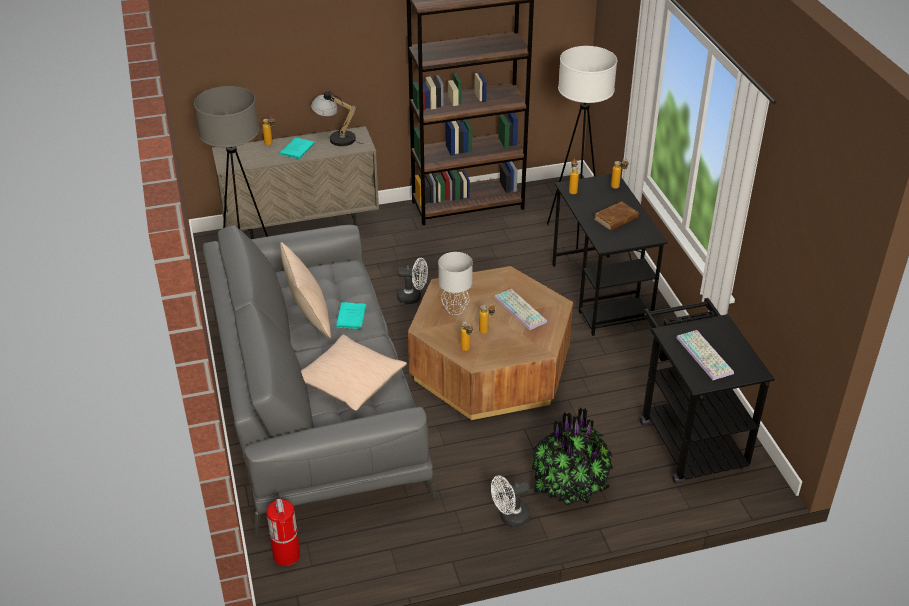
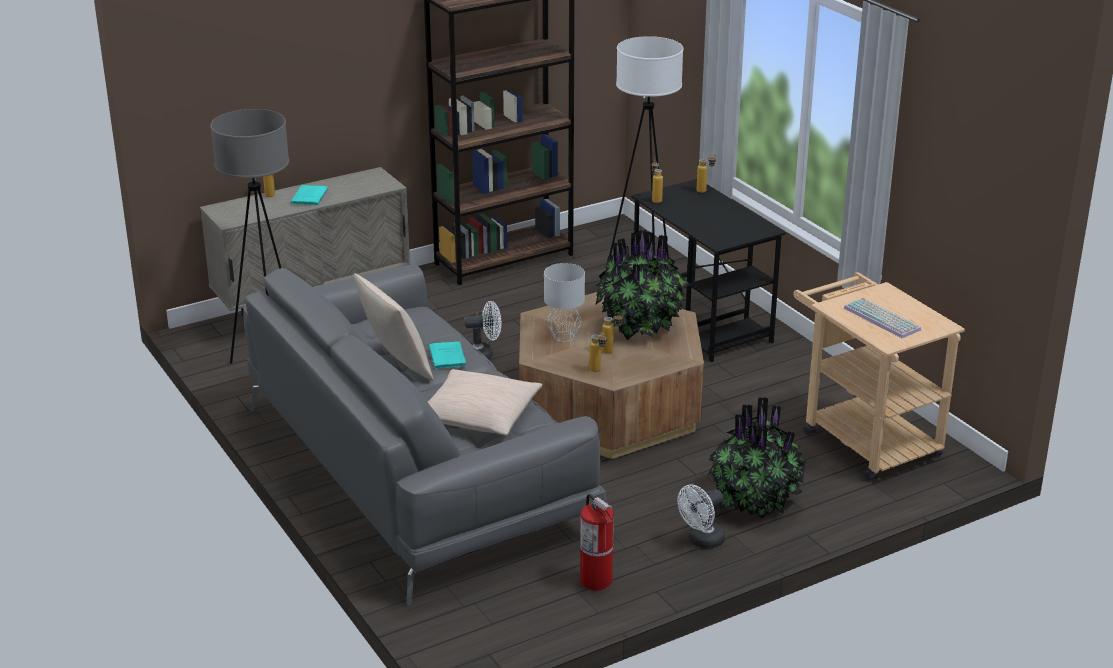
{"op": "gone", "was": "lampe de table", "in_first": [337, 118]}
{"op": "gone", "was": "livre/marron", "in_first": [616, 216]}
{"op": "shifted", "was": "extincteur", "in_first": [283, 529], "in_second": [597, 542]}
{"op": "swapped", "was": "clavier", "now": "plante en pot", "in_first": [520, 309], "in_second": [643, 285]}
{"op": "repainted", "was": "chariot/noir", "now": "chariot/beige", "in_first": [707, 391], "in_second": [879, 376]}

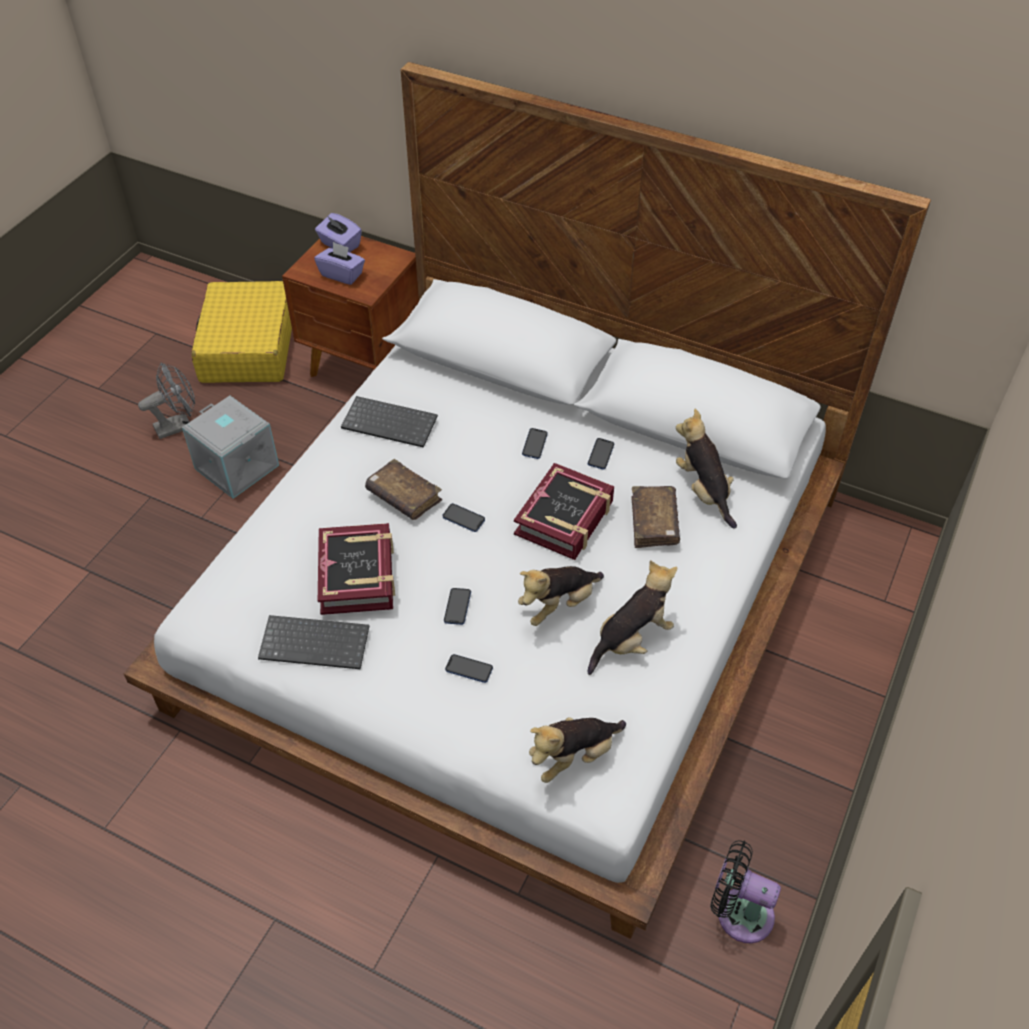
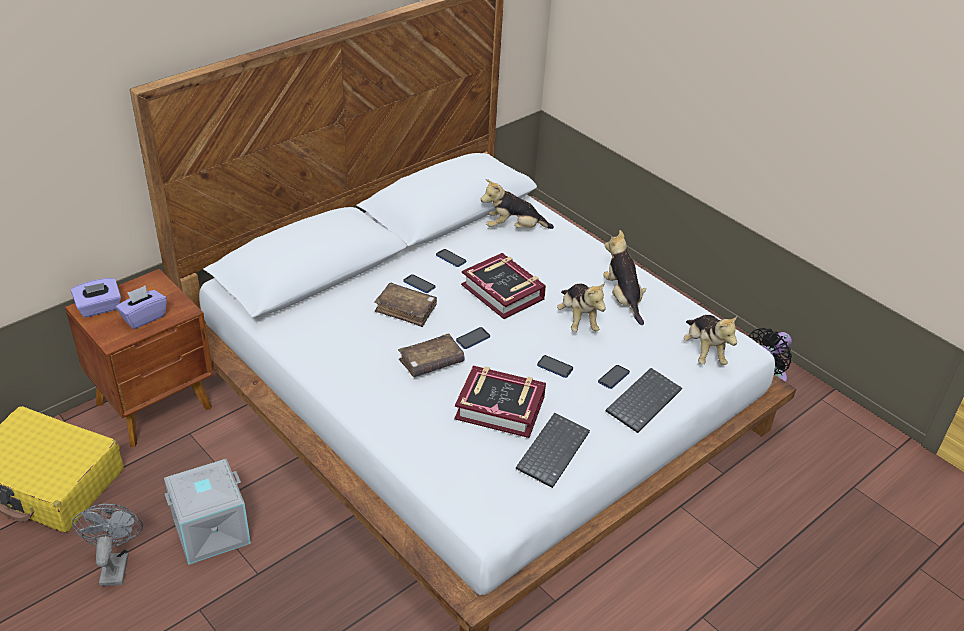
{"op": "shifted", "was": "clavier", "in_first": [389, 422], "in_second": [644, 400]}
{"op": "shifted", "was": "livre/marron", "in_first": [655, 517], "in_second": [405, 305]}

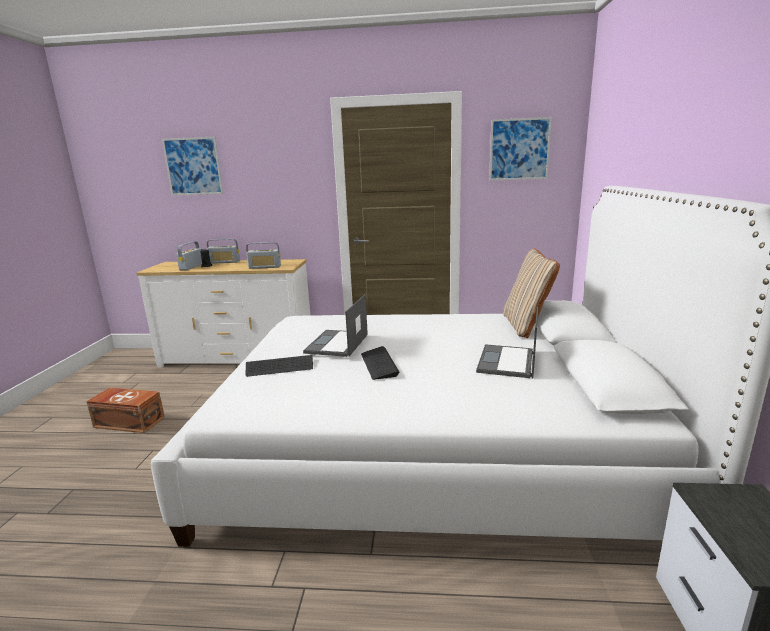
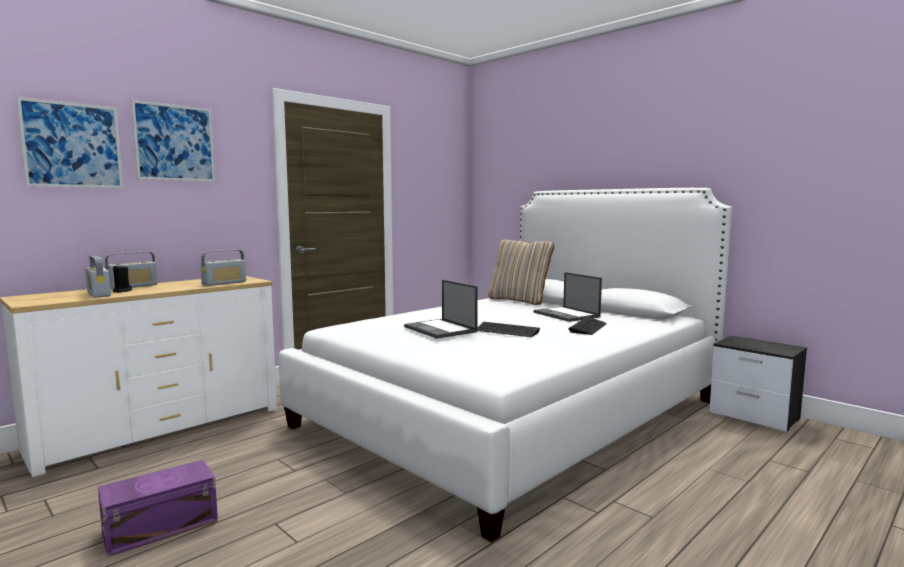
{"op": "shifted", "was": "clavier", "in_first": [279, 366], "in_second": [587, 326]}
{"op": "shifted", "was": "tableau", "in_first": [520, 149], "in_second": [173, 141]}
{"op": "repainted", "was": "boîte de rangement/marron", "now": "boîte de rangement/violet", "in_first": [125, 410], "in_second": [158, 508]}

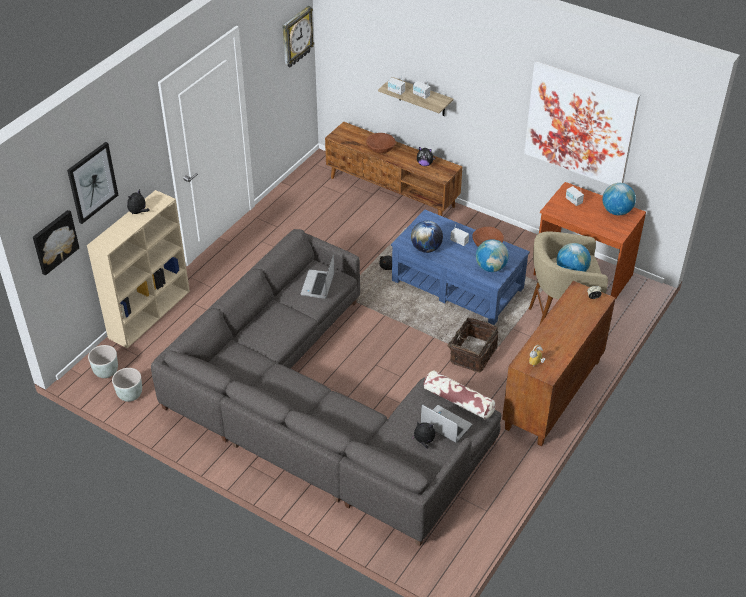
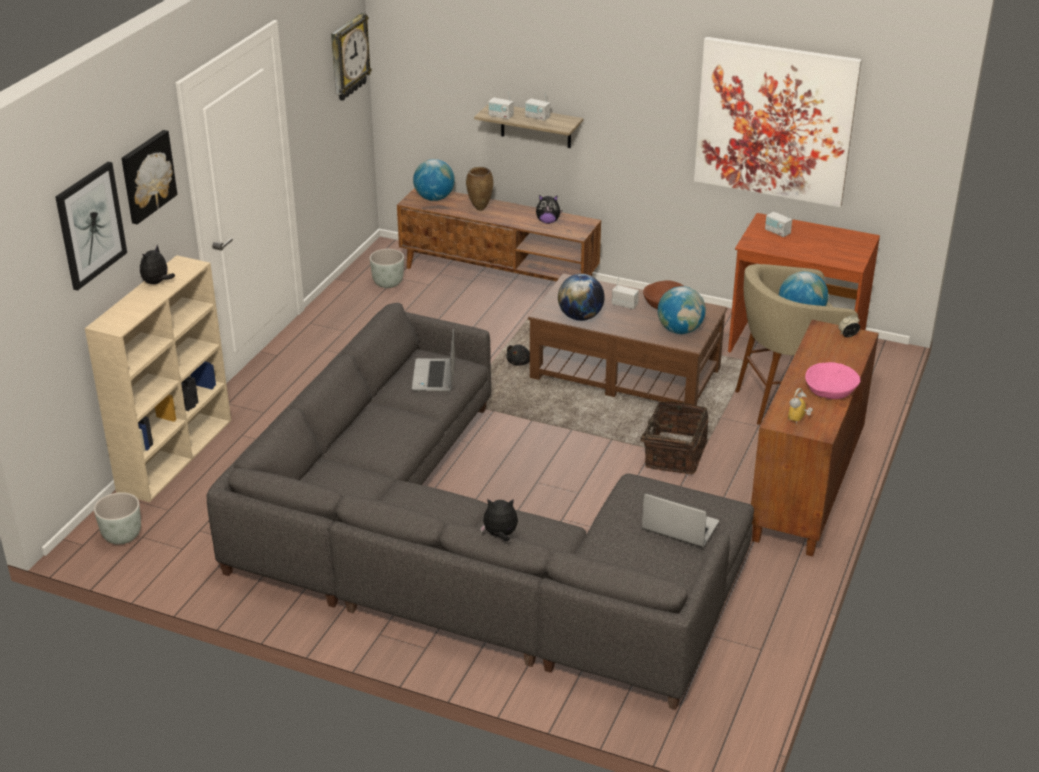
{"op": "gone", "was": "coussin", "in_first": [460, 394]}
{"op": "new", "now": "bol/rose", "in_second": [832, 380]}
{"op": "shifted", "was": "tableau", "in_first": [56, 242], "in_second": [149, 177]}
{"op": "shifted", "was": "cache-pot/gris", "in_first": [127, 385], "in_second": [387, 268]}
{"op": "shifted", "was": "peluche", "in_first": [423, 435], "in_second": [499, 520]}
{"op": "shifted", "was": "globe", "in_first": [619, 199], "in_second": [434, 180]}
{"op": "swapped", "was": "bol/marron", "now": "vase/marron", "in_first": [381, 143], "in_second": [479, 189]}
{"op": "repainted", "was": "table basse/bleu", "now": "table basse/marron", "in_first": [460, 267], "in_second": [628, 339]}

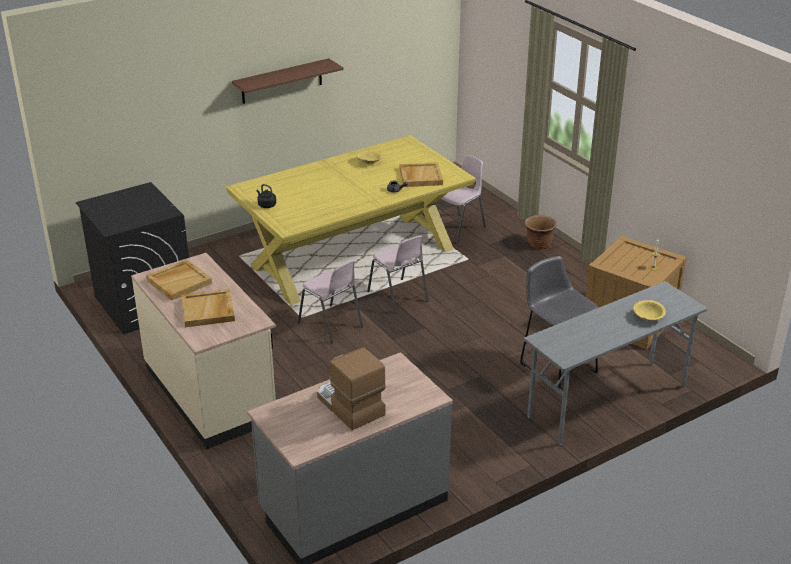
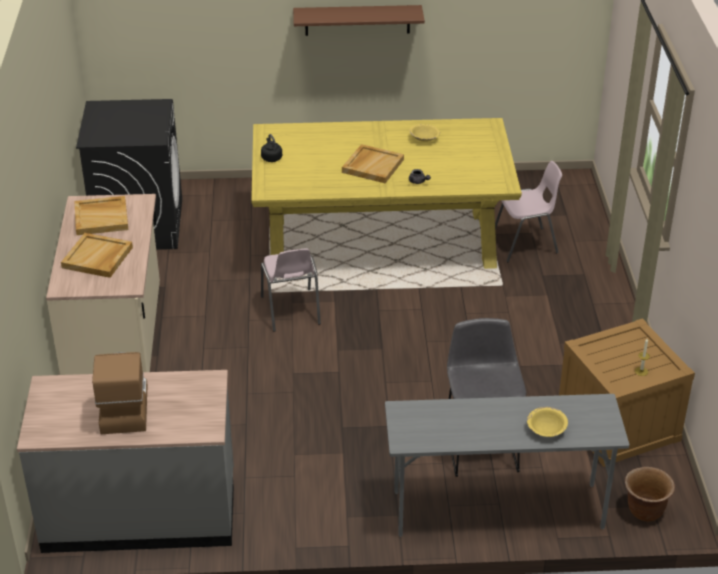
{"op": "gone", "was": "chaise/rose", "in_first": [397, 274]}
{"op": "shifted", "was": "plateau/beige", "in_first": [421, 174], "in_second": [373, 163]}
{"op": "shifted", "was": "cache-pot/marron", "in_first": [541, 232], "in_second": [650, 494]}

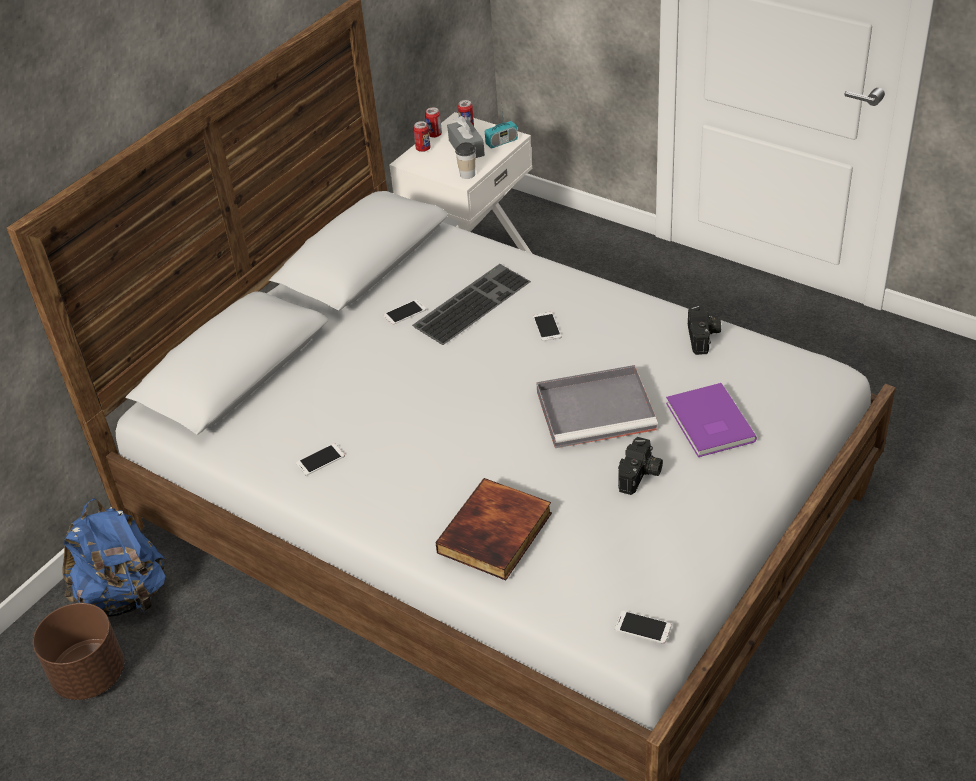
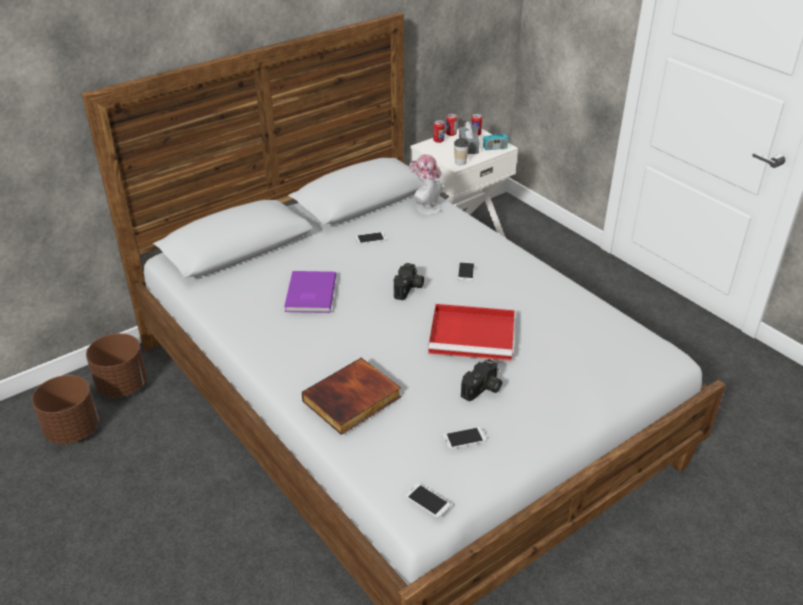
{"op": "gone", "was": "clavier", "in_first": [471, 304]}
{"op": "new", "now": "chapeau", "in_second": [426, 184]}
{"op": "shifted", "was": "téléphone", "in_first": [320, 460], "in_second": [465, 438]}
{"op": "shifted", "was": "livre/violet", "in_first": [711, 420], "in_second": [310, 292]}
{"op": "shifted", "was": "appareil photo", "in_first": [704, 330], "in_second": [408, 281]}
{"op": "swapped", "was": "sac à dos/bleu", "now": "cache-pot/marron", "in_first": [114, 557], "in_second": [116, 365]}
{"op": "repainted", "was": "plateau/gris", "now": "plateau/rouge", "in_first": [597, 406], "in_second": [471, 332]}

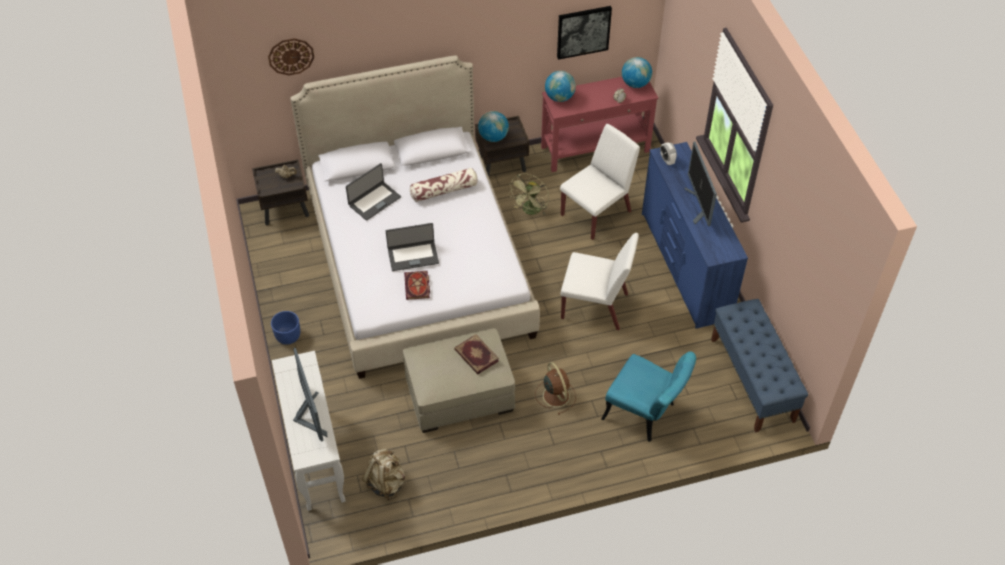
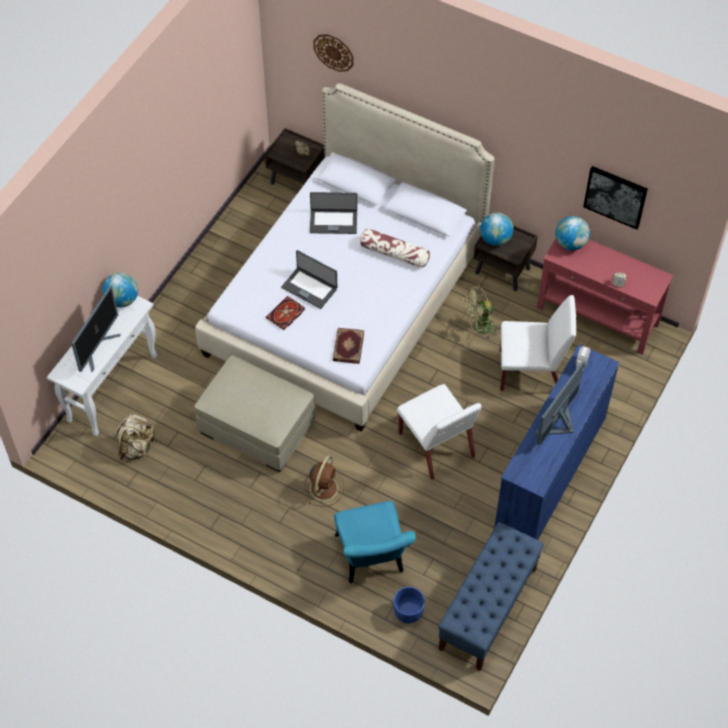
{"op": "shifted", "was": "cache-pot/bleu", "in_first": [285, 328], "in_second": [409, 605]}
{"op": "shifted", "was": "livre", "in_first": [476, 354], "in_second": [348, 346]}
{"op": "shifted", "was": "globe", "in_first": [637, 72], "in_second": [120, 289]}

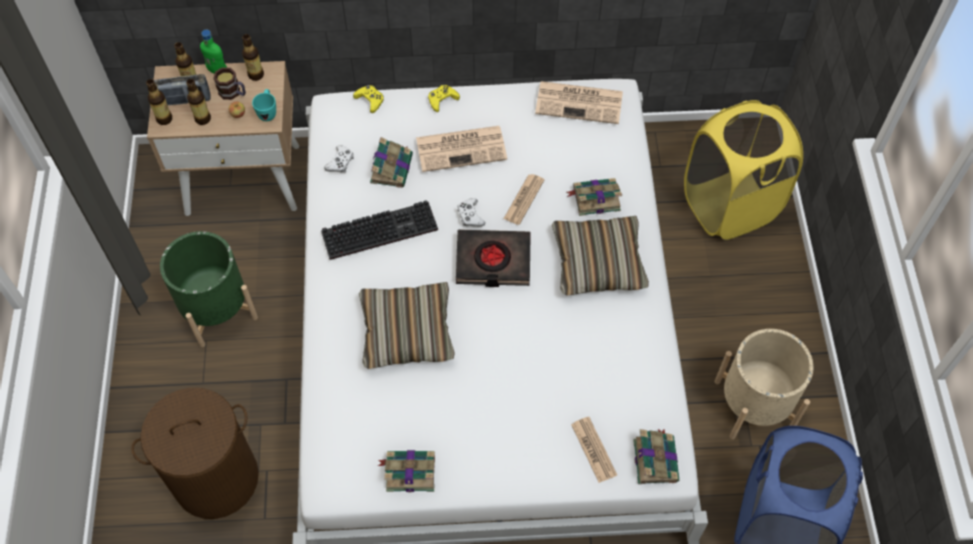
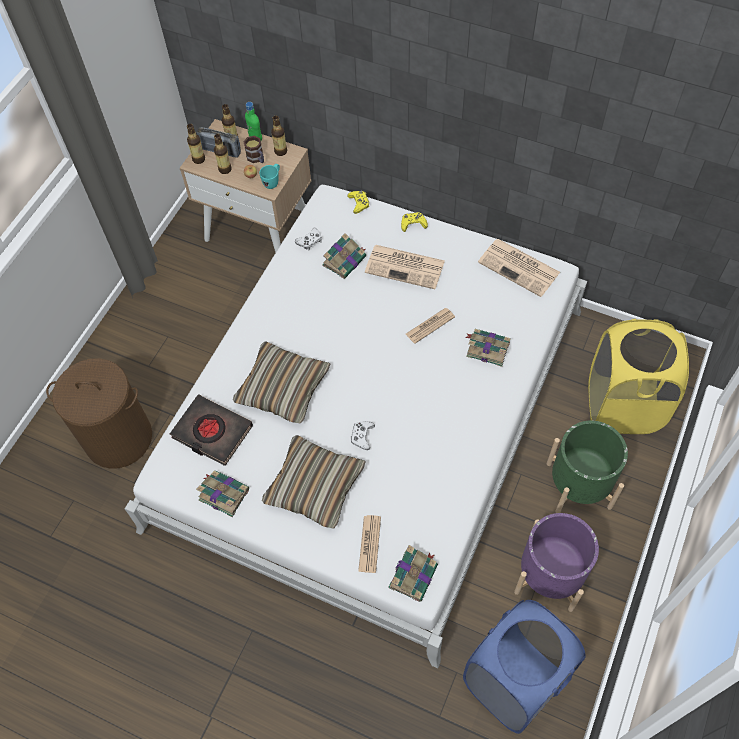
{"op": "gone", "was": "clavier", "in_first": [379, 230]}
{"op": "shifted", "was": "cache-pot/vert", "in_first": [209, 289], "in_second": [587, 466]}
{"op": "shifted", "was": "livre/noir", "in_first": [493, 258], "in_second": [211, 430]}
{"op": "shifted", "was": "manette/blanc", "in_first": [471, 212], "in_second": [362, 435]}
{"op": "shifted", "was": "coussin", "in_first": [600, 256], "in_second": [314, 482]}
{"op": "repainted", "was": "cache-pot/beige", "now": "cache-pot/violet", "in_first": [764, 384], "in_second": [556, 562]}

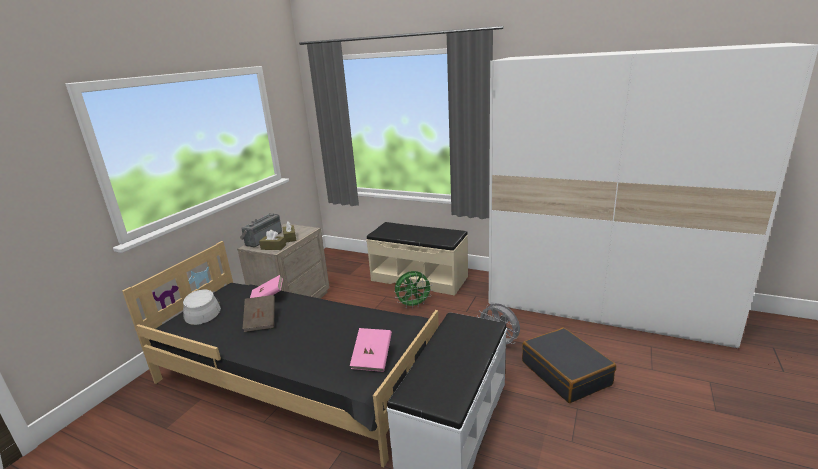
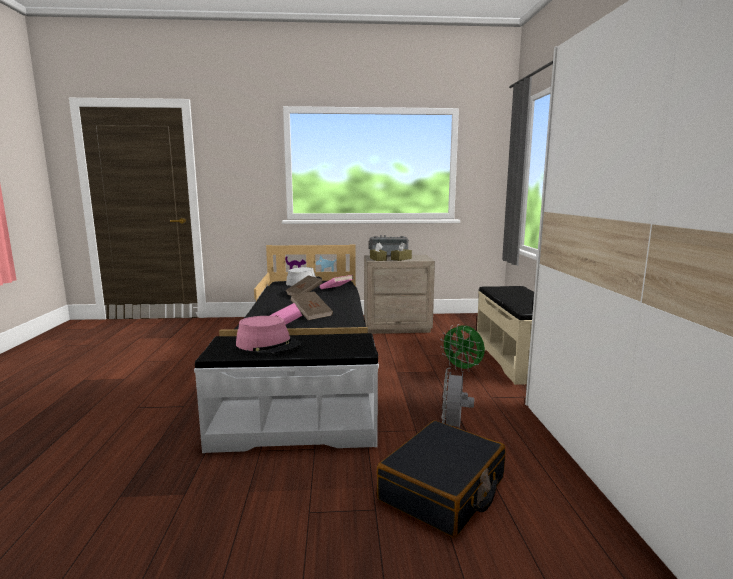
{"op": "new", "now": "chapeau/rose", "in_second": [269, 335]}
{"op": "new", "now": "livre/marron", "in_second": [311, 305]}

